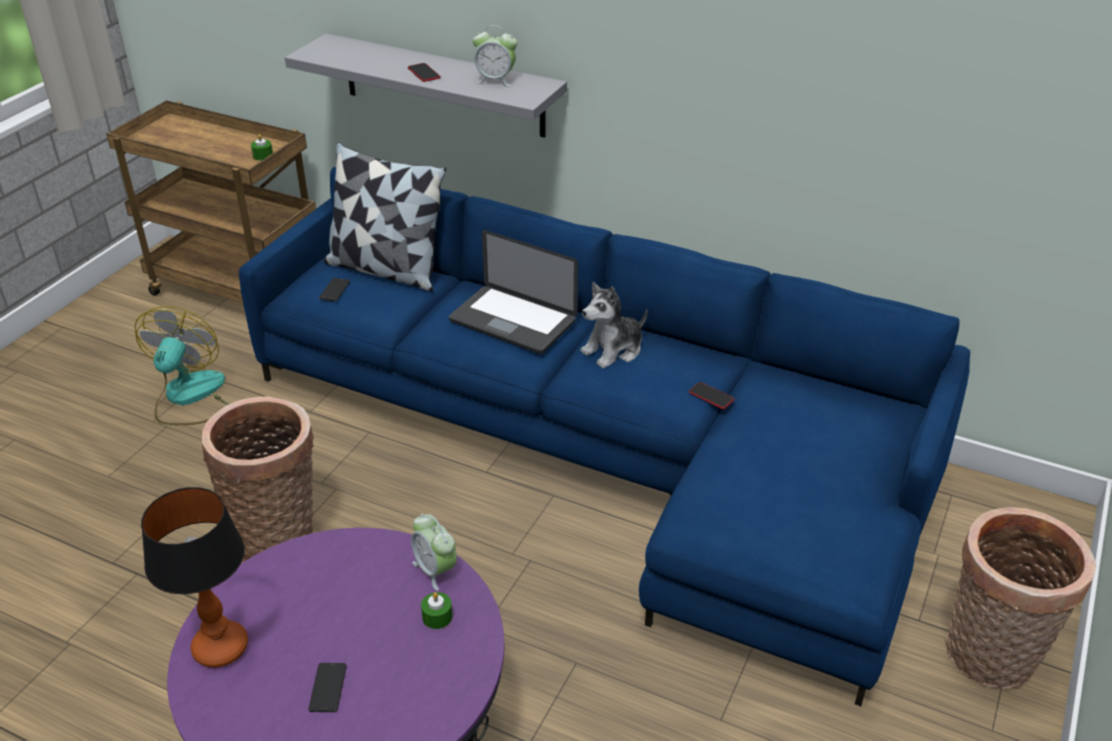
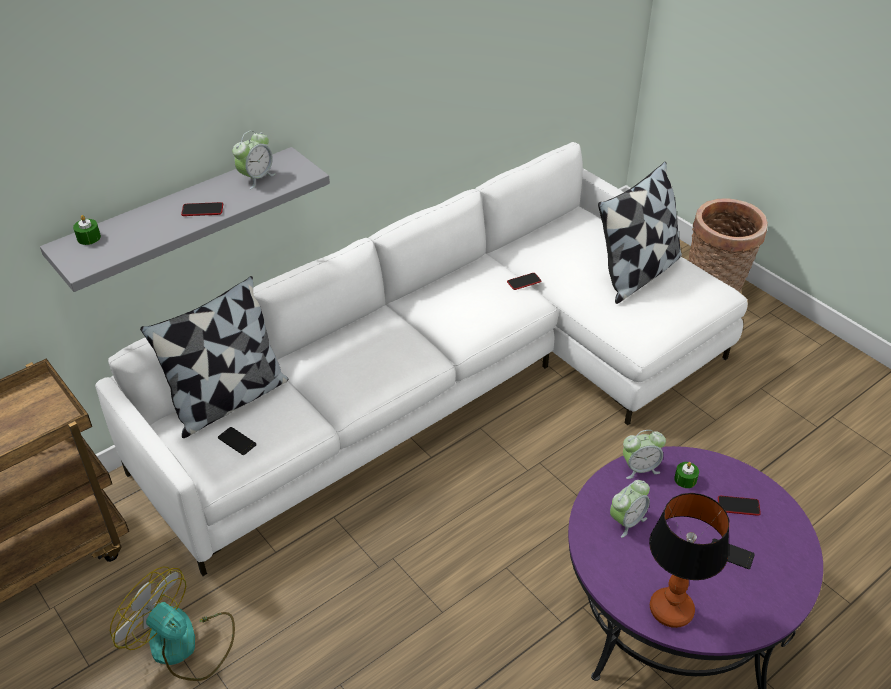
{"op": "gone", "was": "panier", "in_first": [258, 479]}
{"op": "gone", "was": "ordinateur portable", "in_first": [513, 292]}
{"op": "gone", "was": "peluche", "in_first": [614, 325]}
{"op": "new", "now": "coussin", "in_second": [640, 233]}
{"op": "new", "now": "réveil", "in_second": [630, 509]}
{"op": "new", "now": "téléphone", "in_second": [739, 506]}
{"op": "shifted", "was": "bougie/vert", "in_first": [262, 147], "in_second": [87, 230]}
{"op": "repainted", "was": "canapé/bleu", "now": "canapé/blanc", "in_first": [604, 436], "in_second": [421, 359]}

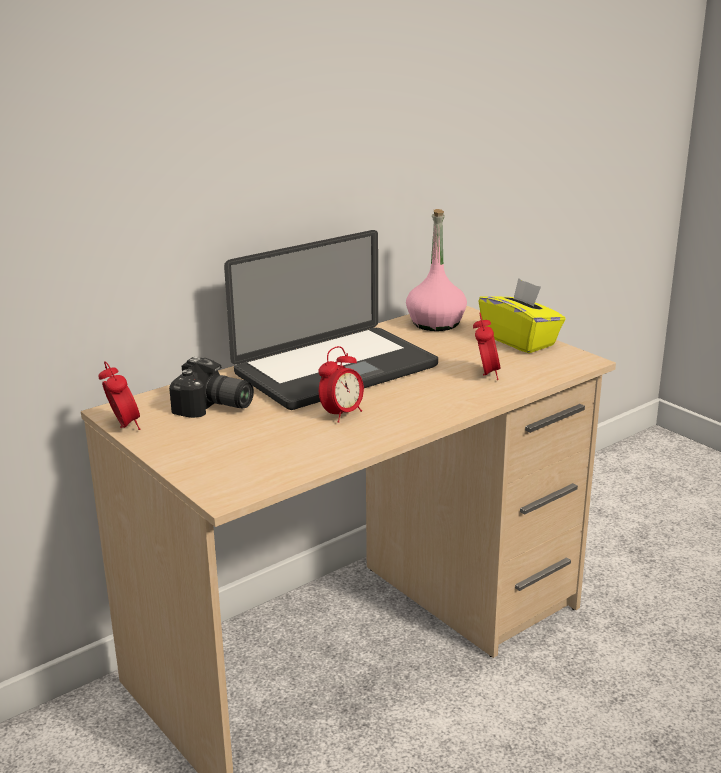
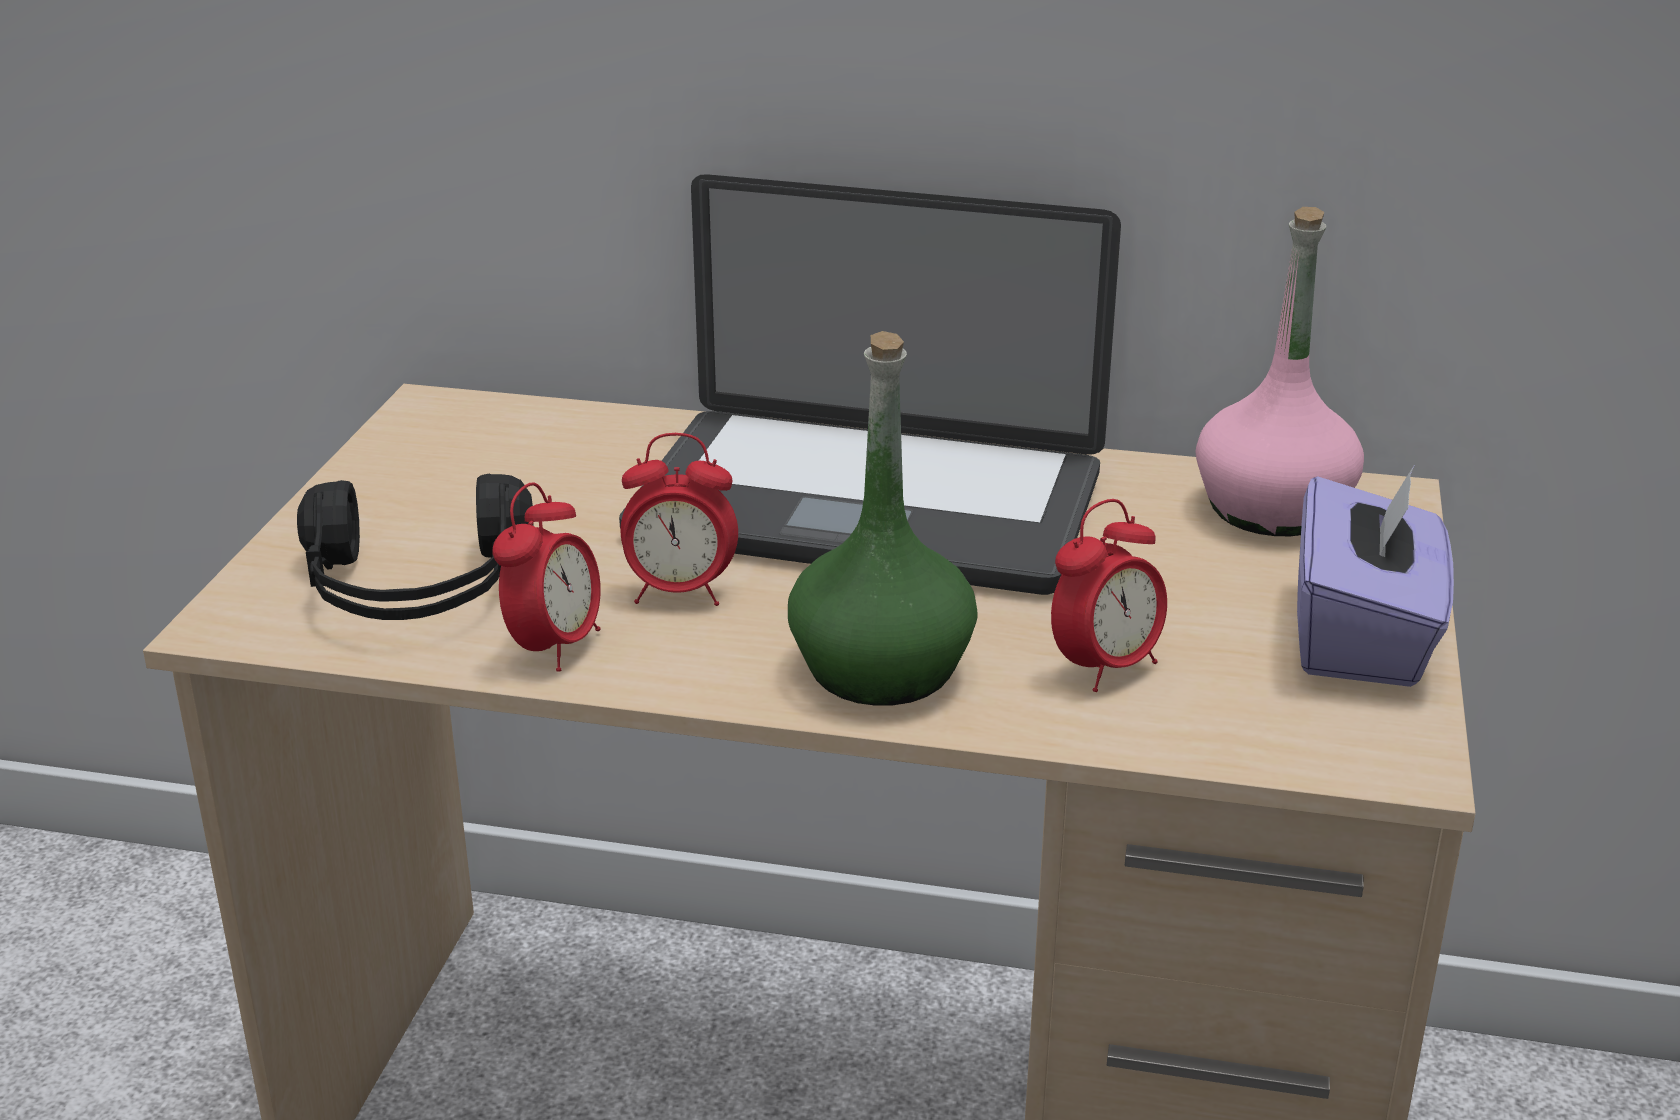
{"op": "gone", "was": "appareil photo", "in_first": [211, 387]}
{"op": "new", "now": "casque audio/noir", "in_second": [415, 547]}
{"op": "new", "now": "bouteille/vert", "in_second": [882, 518]}
{"op": "shifted", "was": "réveil", "in_first": [119, 395], "in_second": [546, 577]}
{"op": "repainted", "was": "boîte à mouchoirs/jaune", "now": "boîte à mouchoirs/violet", "in_first": [522, 315], "in_second": [1375, 576]}

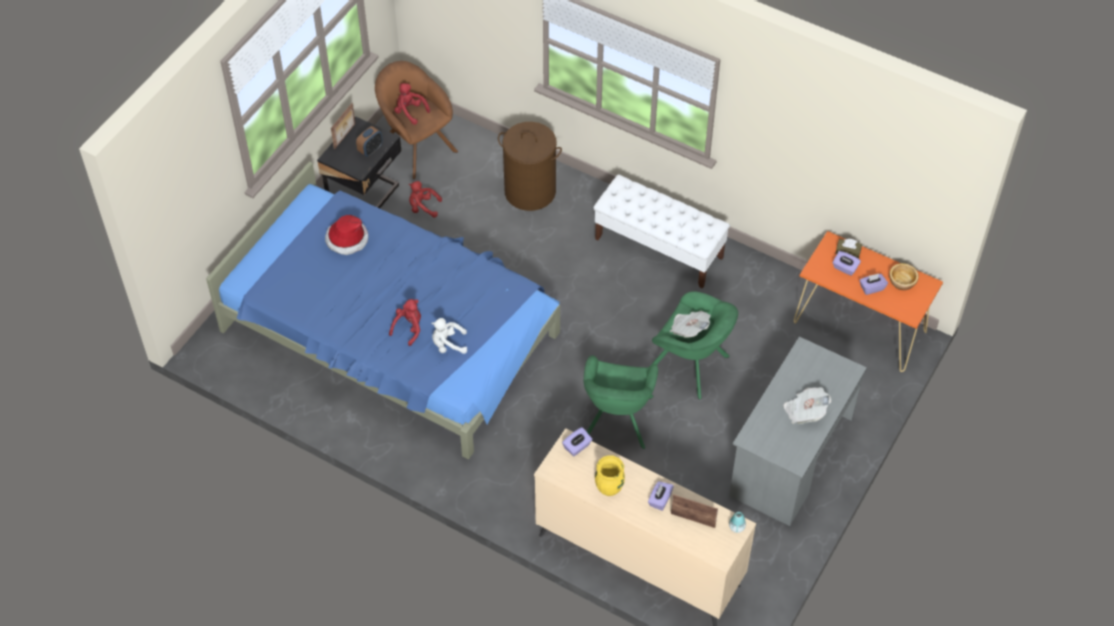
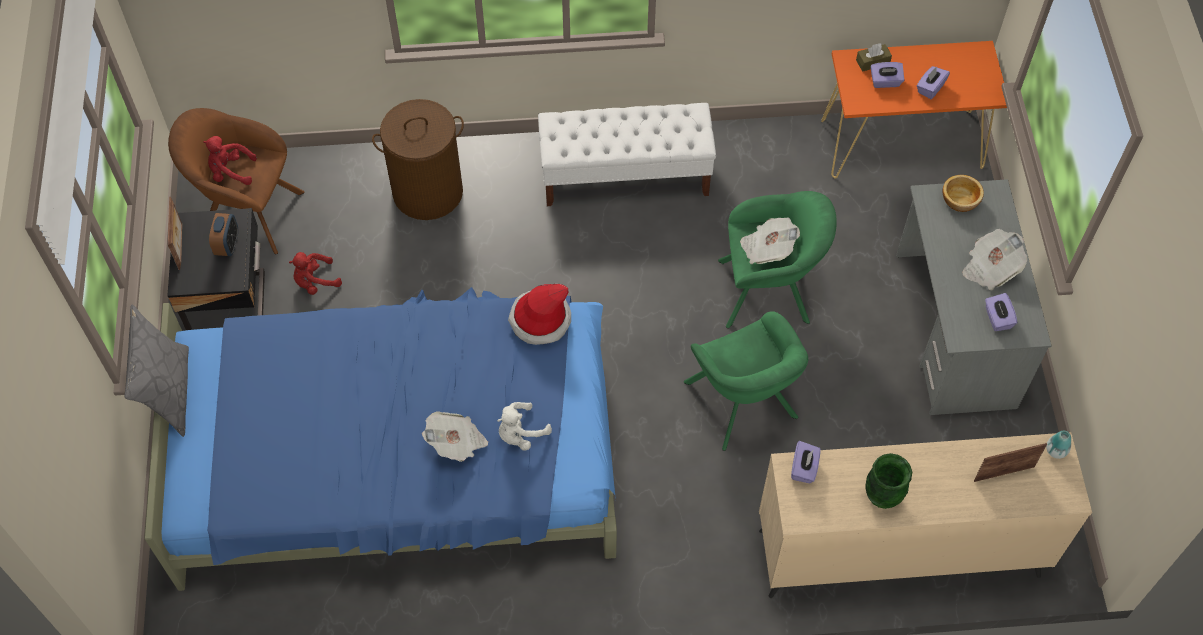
{"op": "new", "now": "coussin/gris", "in_second": [156, 371]}
{"op": "shifted", "was": "chapeau", "in_first": [346, 235], "in_second": [539, 314]}
{"op": "shifted", "was": "boîte à mouchoirs/violet", "in_first": [661, 496], "in_second": [1001, 312]}
{"op": "shifted", "was": "bol", "in_first": [904, 276], "in_second": [963, 193]}
{"op": "swapped", "was": "peluche/rouge", "now": "journal", "in_first": [405, 322], "in_second": [455, 436]}
{"op": "repainted", "was": "vase/jaune", "now": "vase/vert", "in_first": [610, 475], "in_second": [888, 481]}

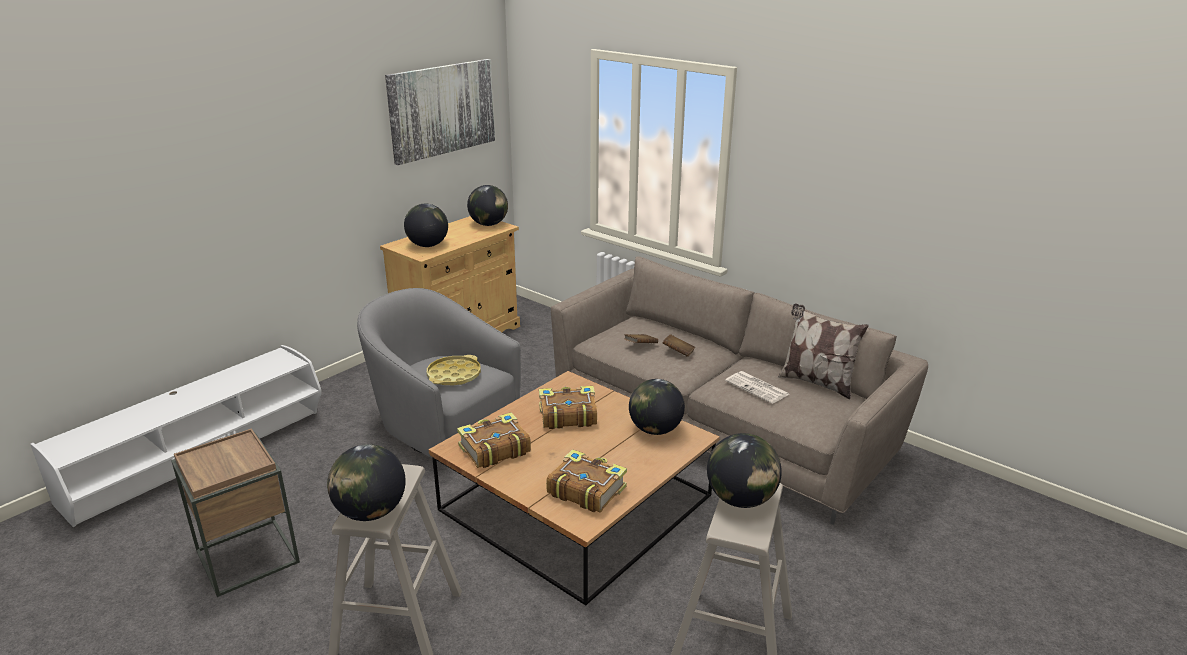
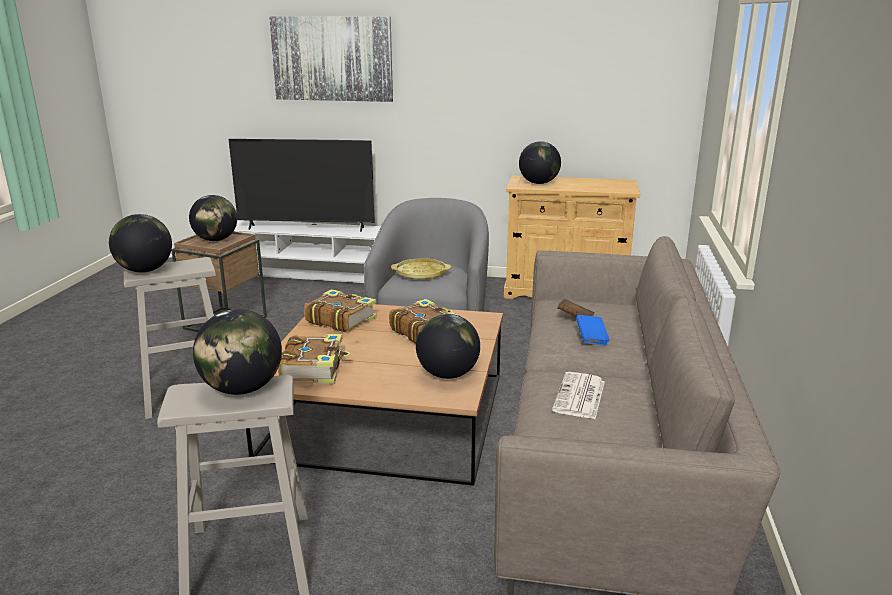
{"op": "gone", "was": "coussin", "in_first": [823, 351]}
{"op": "new", "now": "téléviseur", "in_second": [302, 185]}
{"op": "shifted", "was": "tableau", "in_first": [440, 112], "in_second": [331, 59]}
{"op": "shifted", "was": "globe", "in_first": [487, 205], "in_second": [213, 218]}
{"op": "repainted", "was": "livre/marron", "now": "livre/bleu", "in_first": [678, 345], "in_second": [593, 330]}

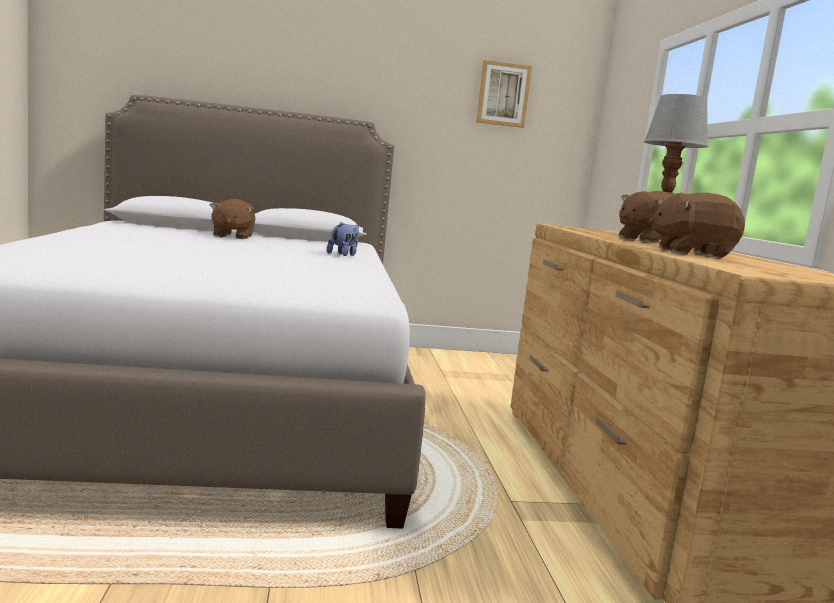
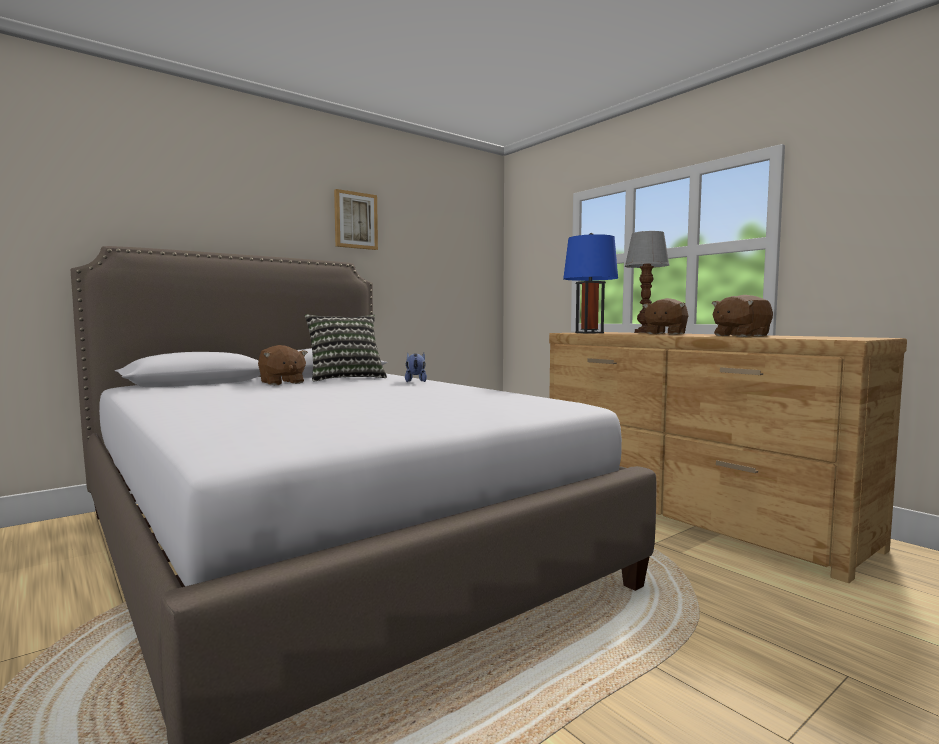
{"op": "new", "now": "coussin", "in_second": [346, 347]}
{"op": "new", "now": "lampe de table/bleu", "in_second": [590, 283]}
{"op": "shifted", "was": "tableau", "in_first": [504, 94], "in_second": [356, 219]}

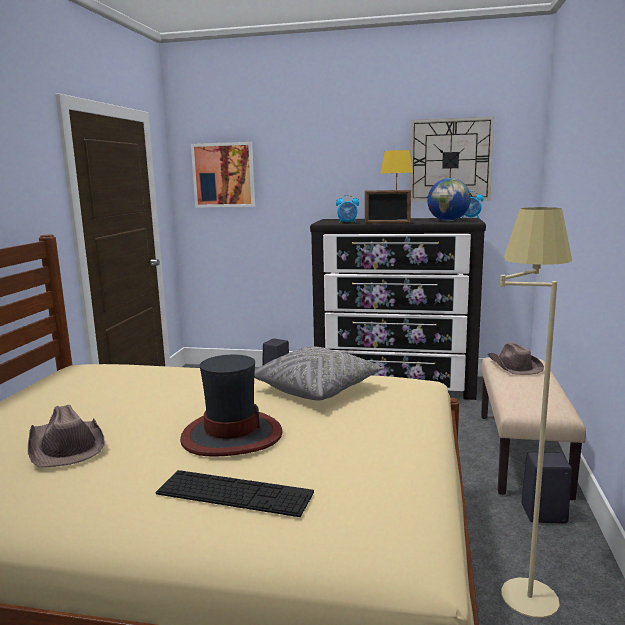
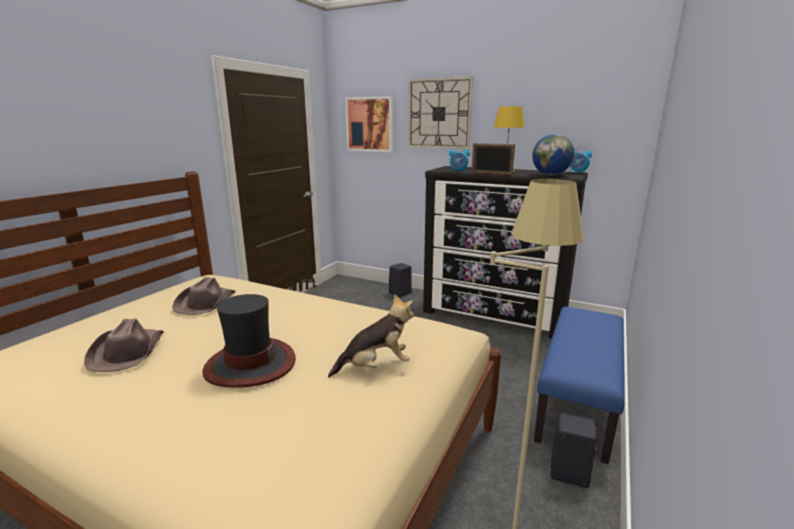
{"op": "gone", "was": "clavier", "in_first": [235, 493]}
{"op": "gone", "was": "coussin/gris", "in_first": [318, 373]}
{"op": "new", "now": "peluche", "in_second": [371, 335]}
{"op": "shifted", "was": "horloge murale", "in_first": [452, 159], "in_second": [440, 112]}
{"op": "shifted", "was": "chapeau/marron", "in_first": [516, 359], "in_second": [203, 296]}
{"op": "repainted", "was": "banc/beige", "now": "banc/bleu", "in_first": [533, 428], "in_second": [579, 385]}

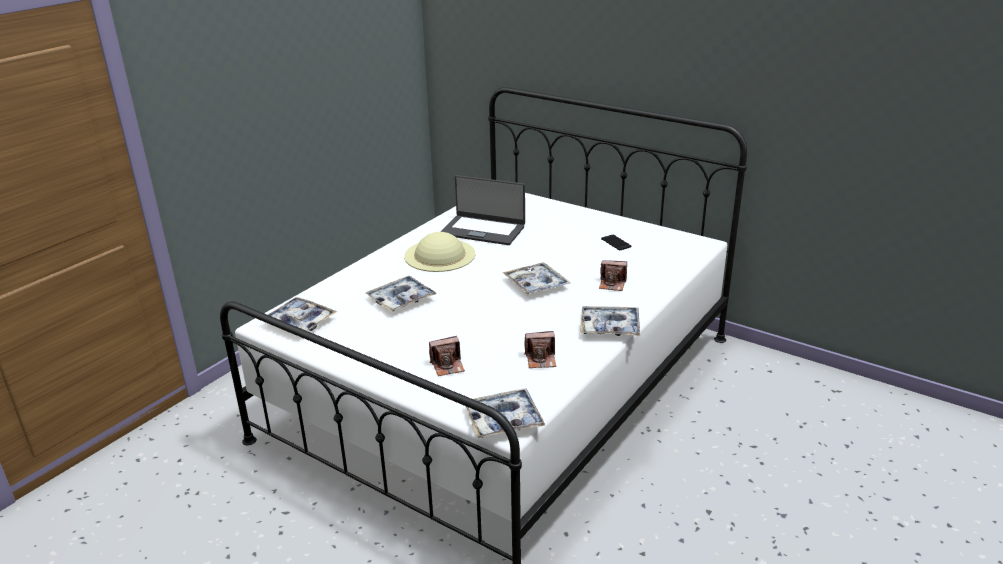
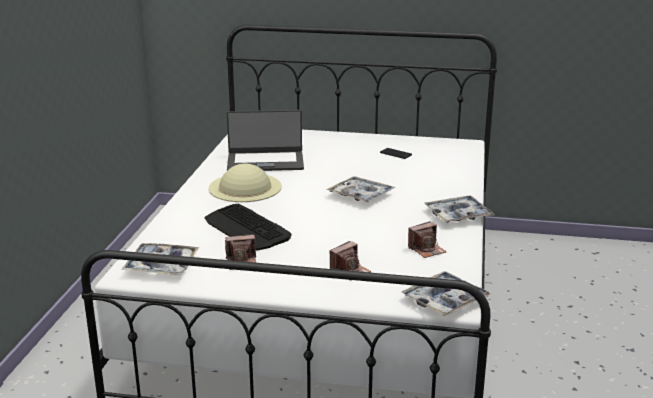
{"op": "shifted", "was": "appareil photo", "in_first": [613, 275], "in_second": [240, 252]}
{"op": "swapped", "was": "plateau", "now": "clavier", "in_first": [401, 293], "in_second": [248, 227]}

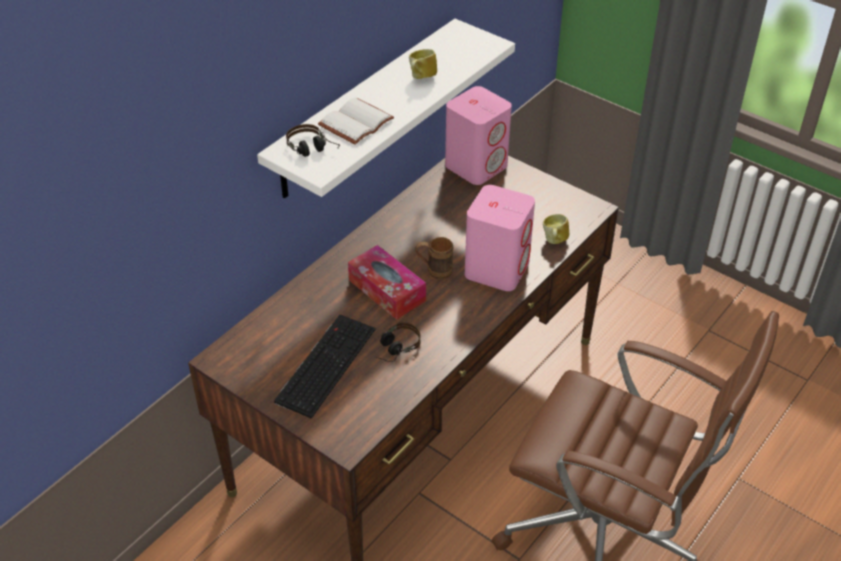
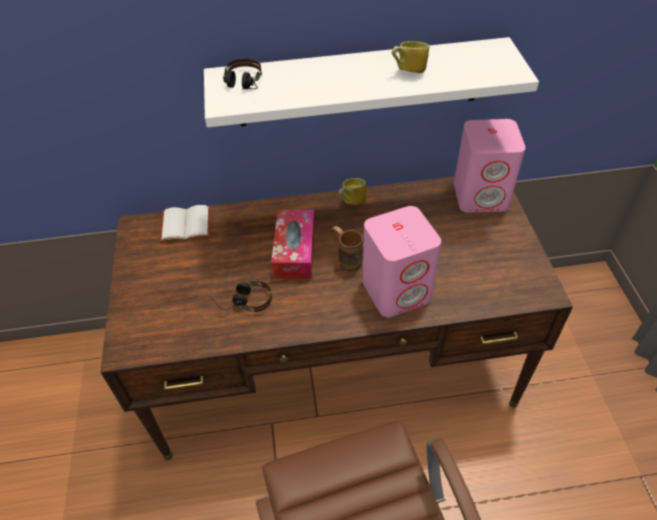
{"op": "gone", "was": "clavier", "in_first": [324, 366]}
{"op": "shifted", "was": "livre/blanc", "in_first": [356, 121], "in_second": [185, 223]}
{"op": "shifted", "was": "mug", "in_first": [556, 229], "in_second": [352, 191]}

